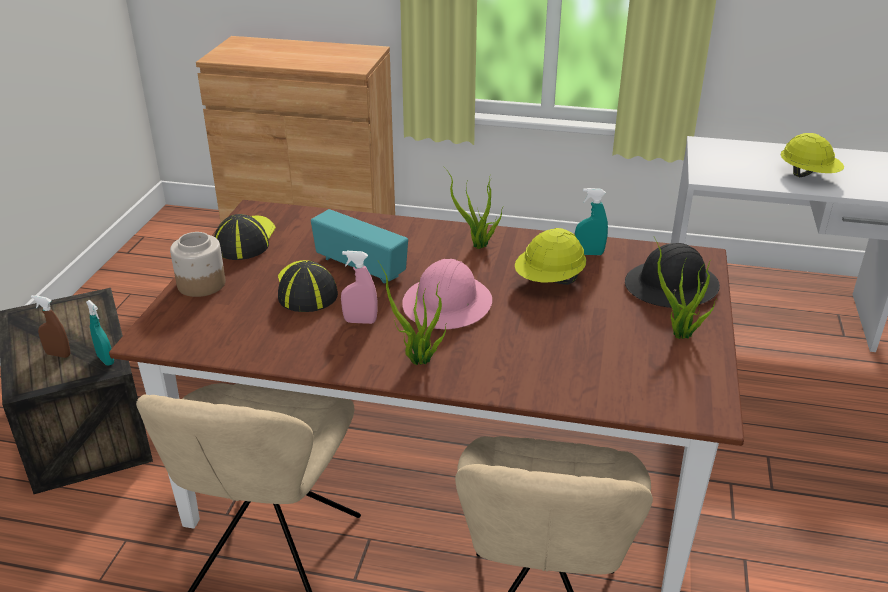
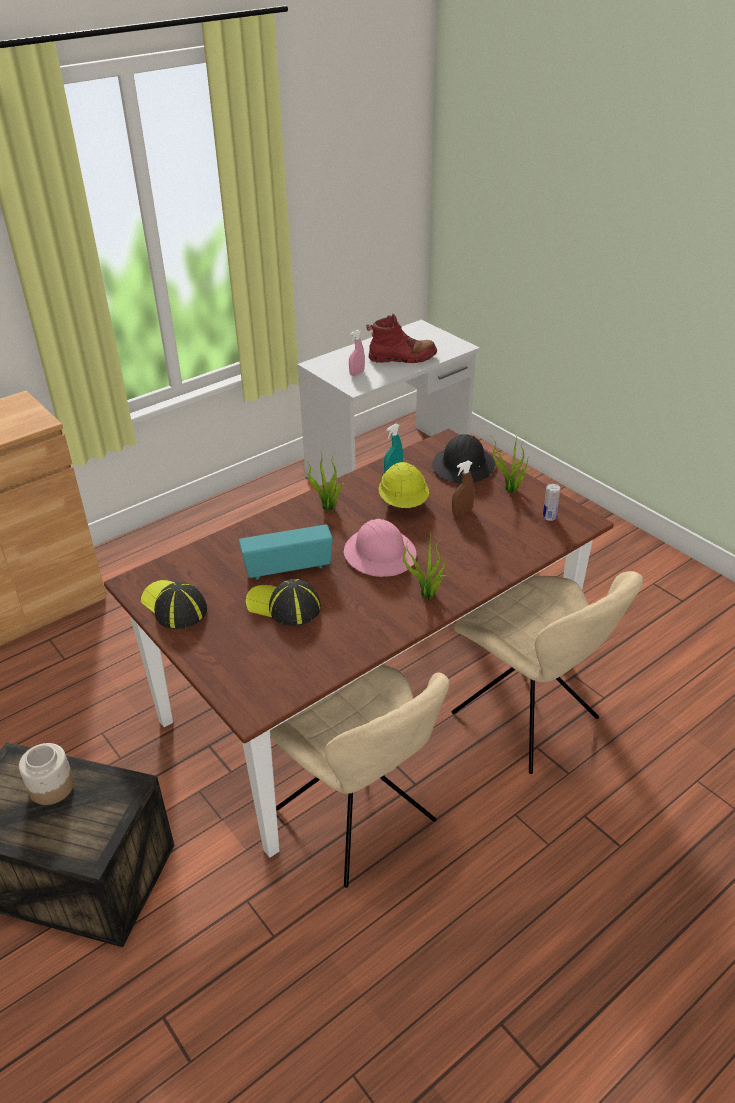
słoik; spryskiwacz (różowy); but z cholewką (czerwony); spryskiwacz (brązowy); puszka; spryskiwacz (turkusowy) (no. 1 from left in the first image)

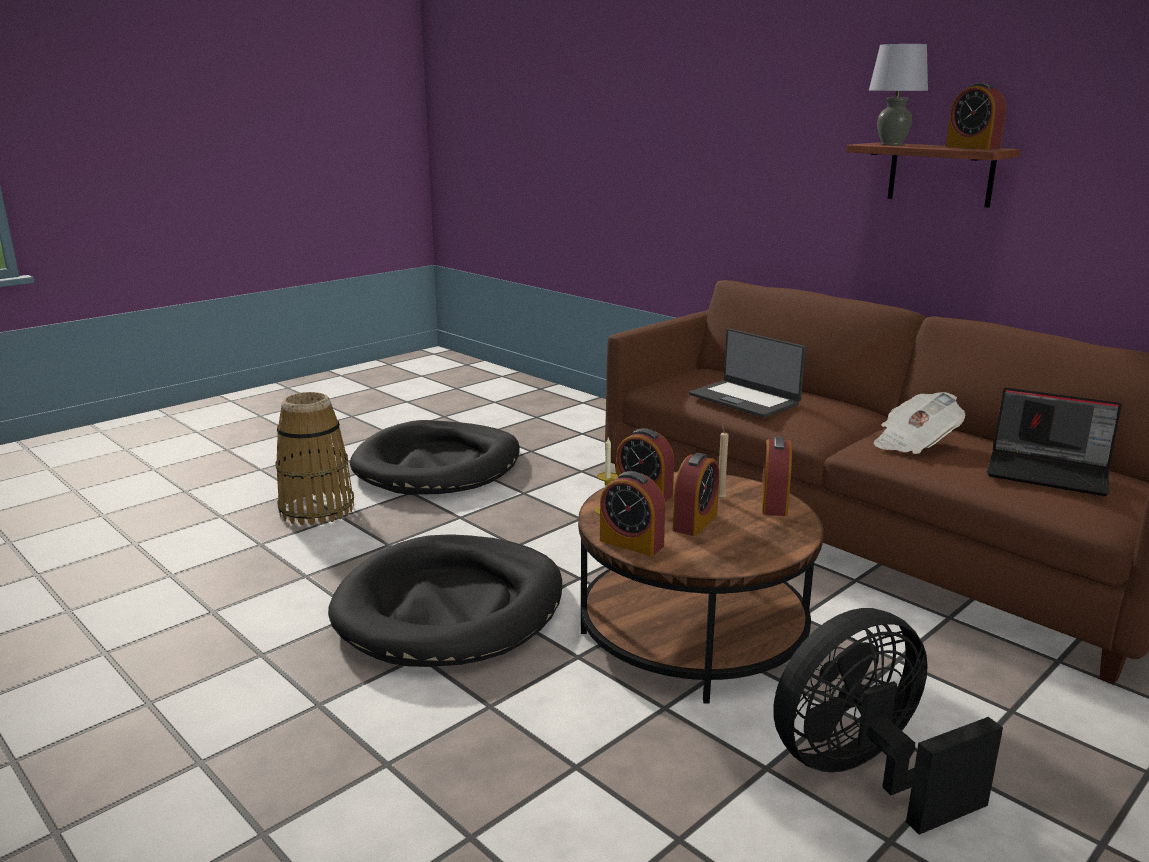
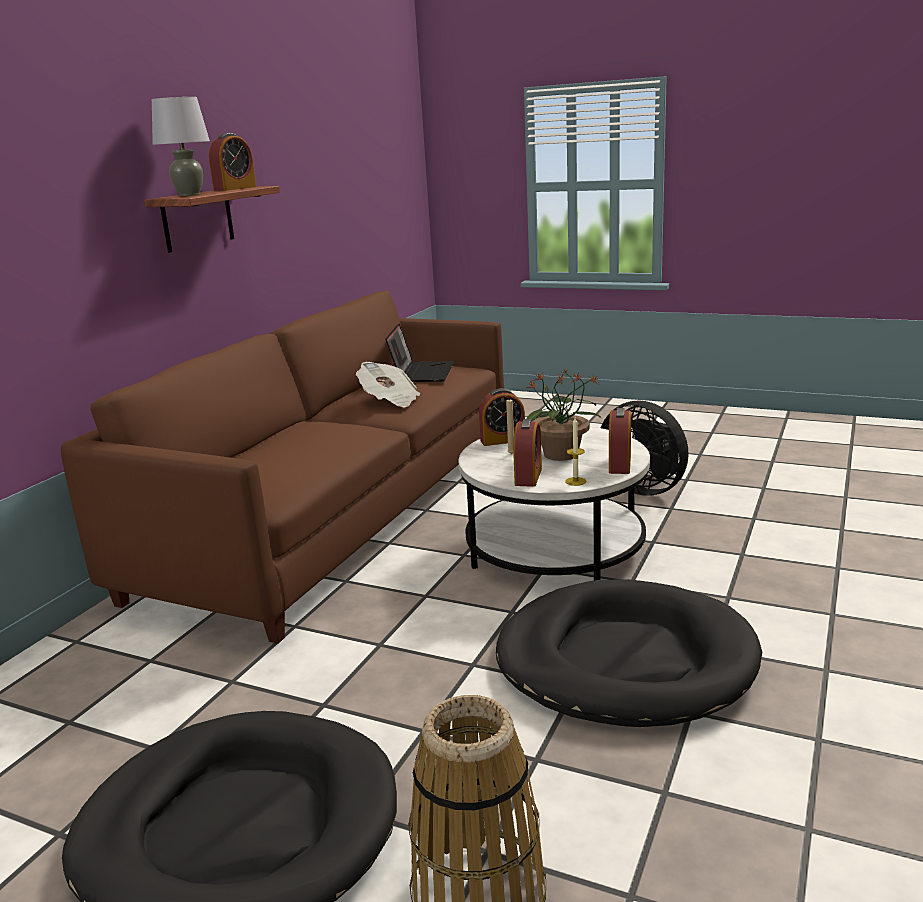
ława (biały); roślina doniczkowa; laptop (no. 1 from left in the first image)

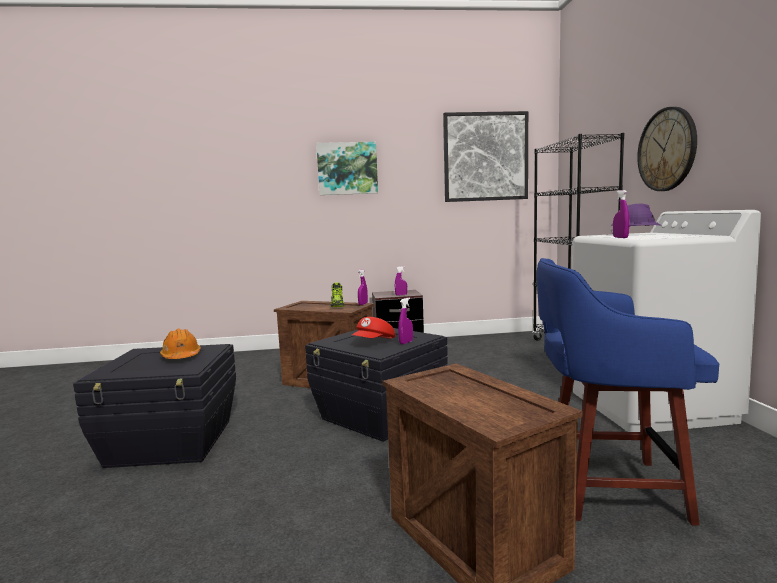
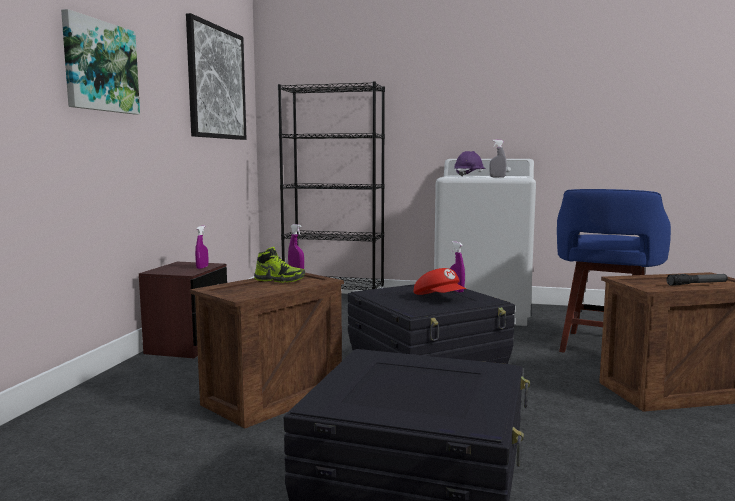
spryskiwacz (szary); latarka; kask (pomarańczowy); zegar ścienny

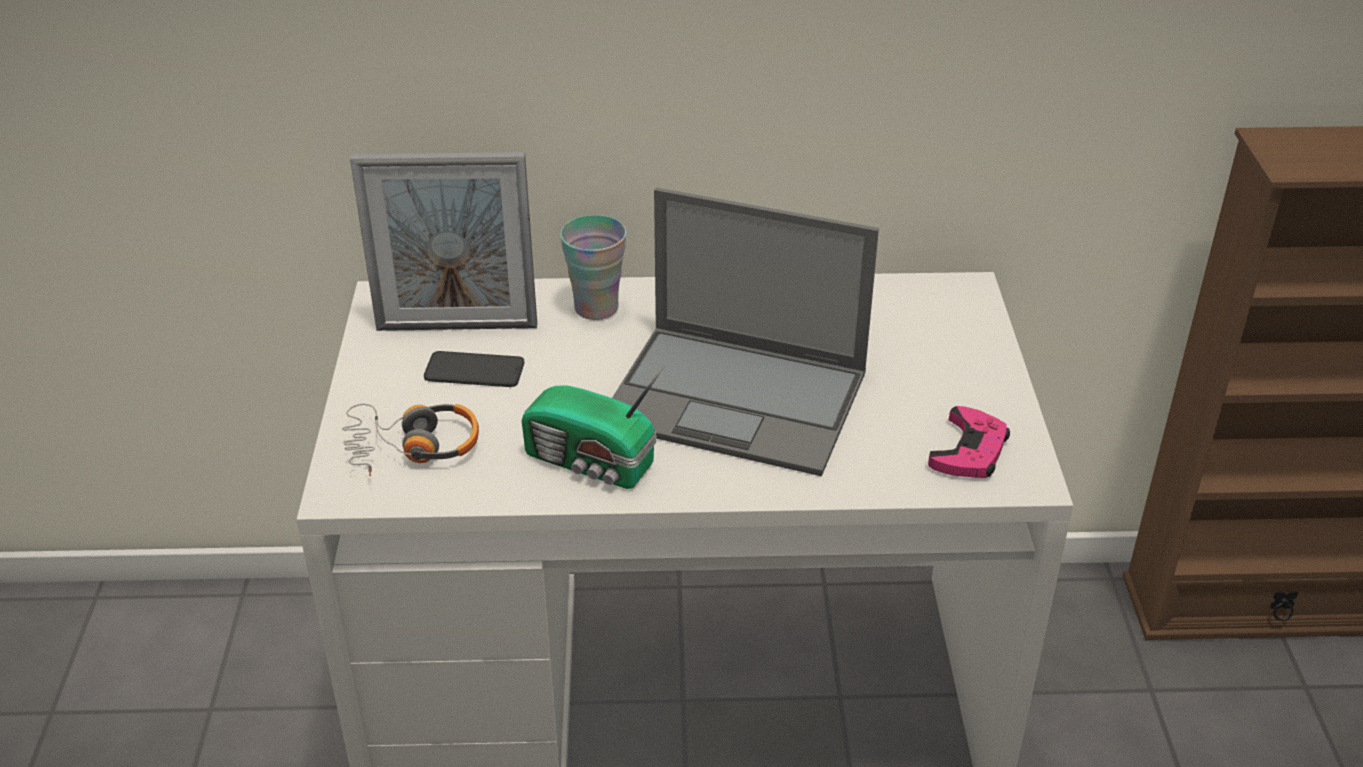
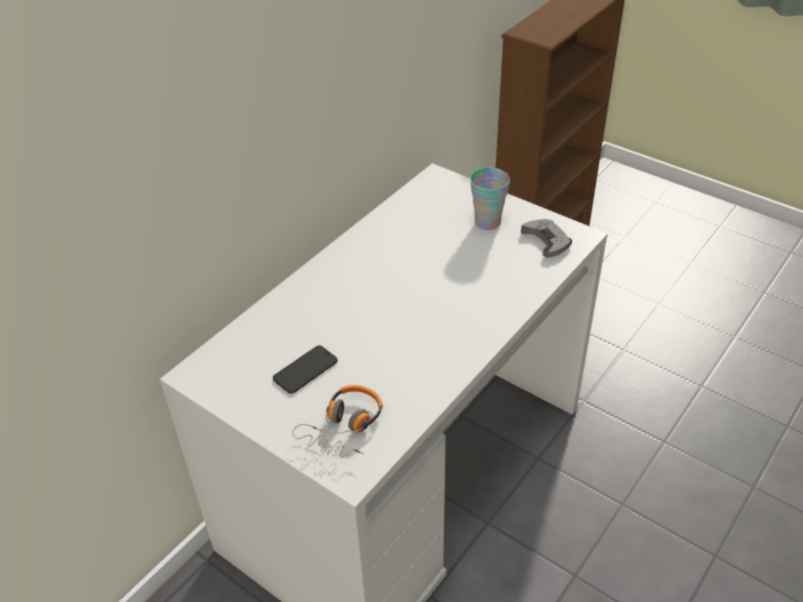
filiżanka; pad do gier (szary); ramka na zdjęcie; radio; laptop

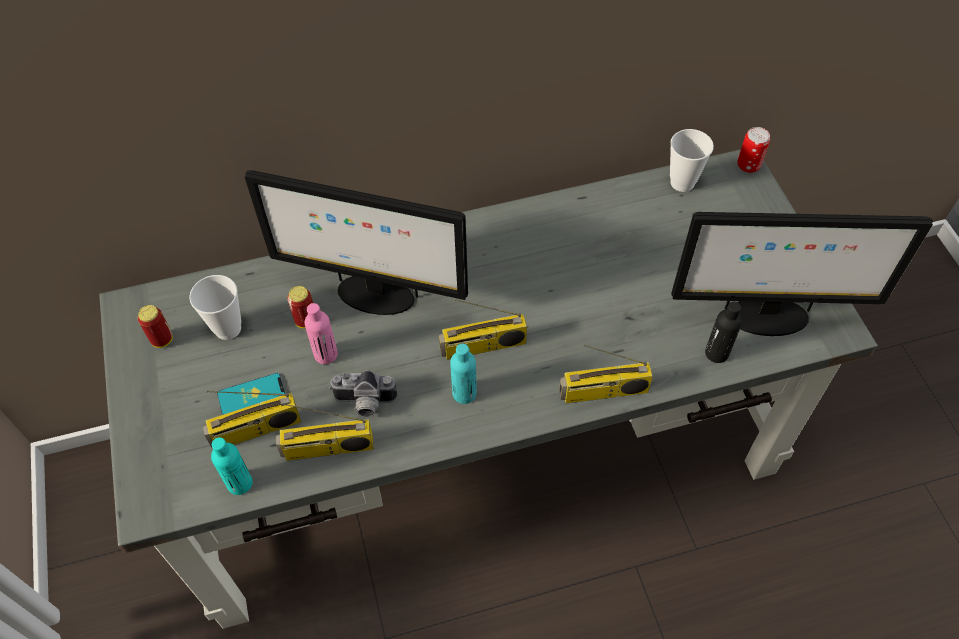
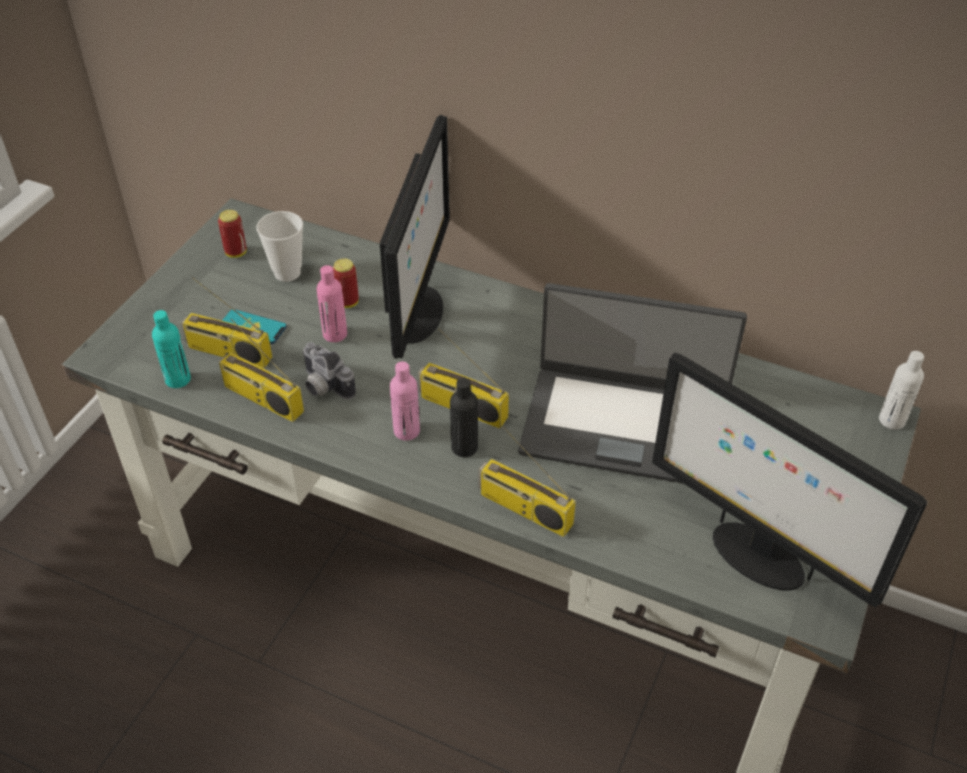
monitor (no. 1 from left); butelka (różowy) (no. 2 from left); butelka (czarny); laptop; butelka (biały); filiżanka (no. 2 from left in the first image)

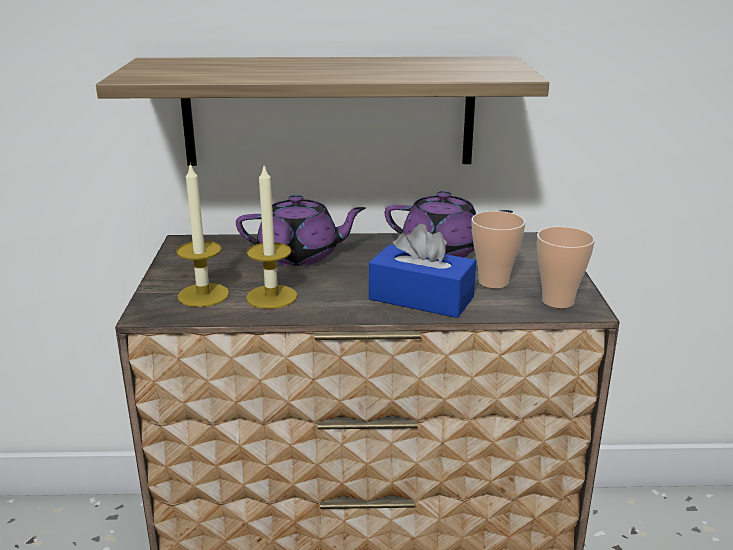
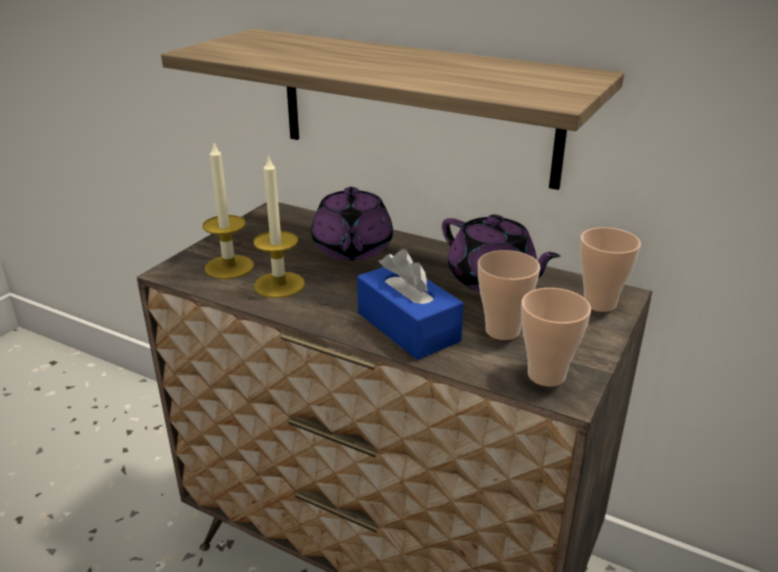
imbryk (fioletowy) (no. 1 from left); filiżanka (no. 3 from left)

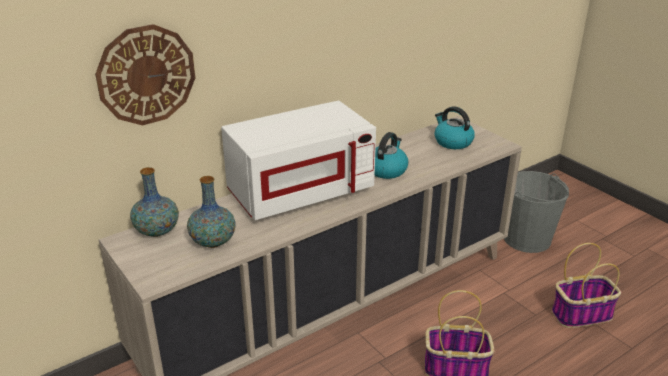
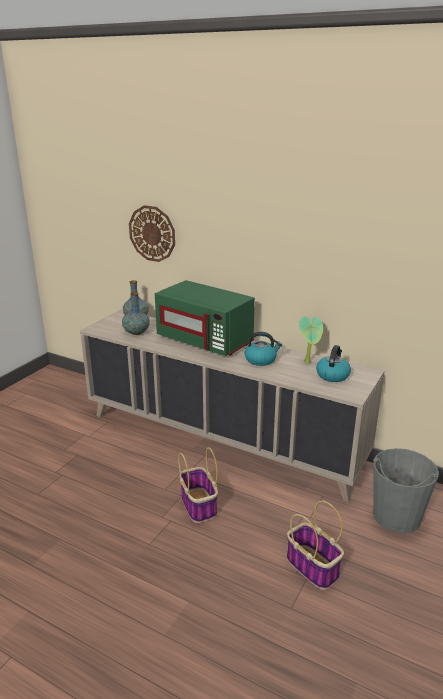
mikrofalówka (zielony); roślina doniczkowa

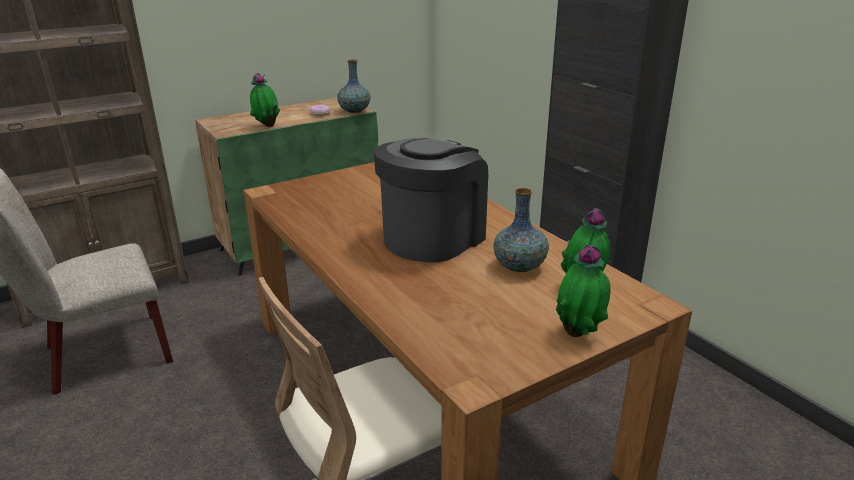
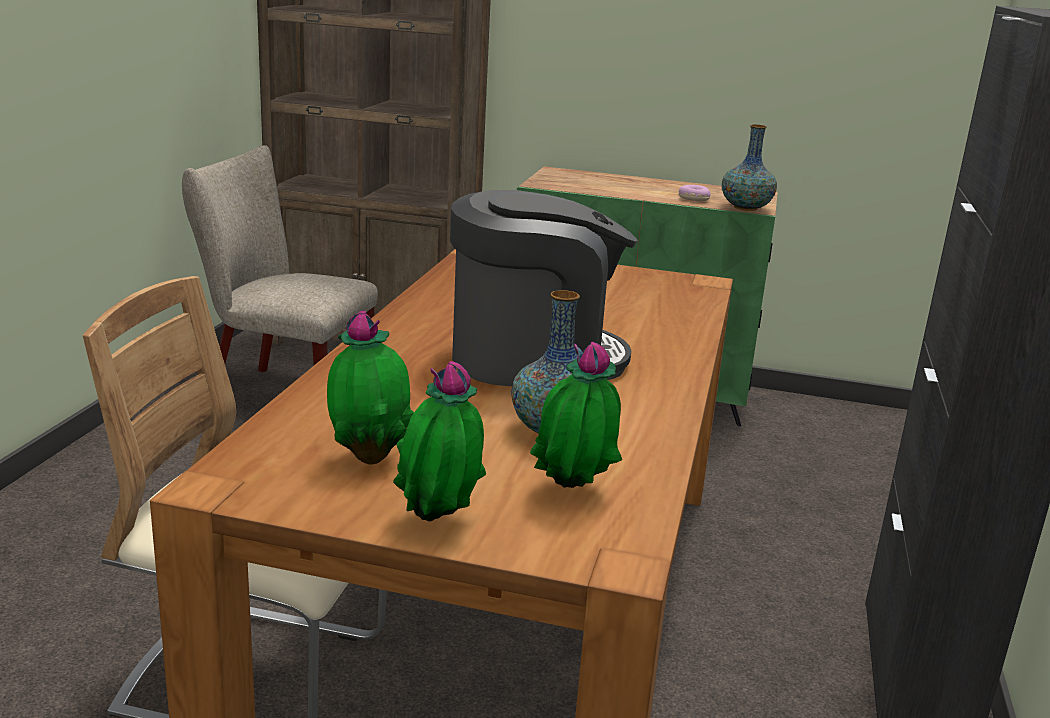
roślina doniczkowa (no. 1 from left)

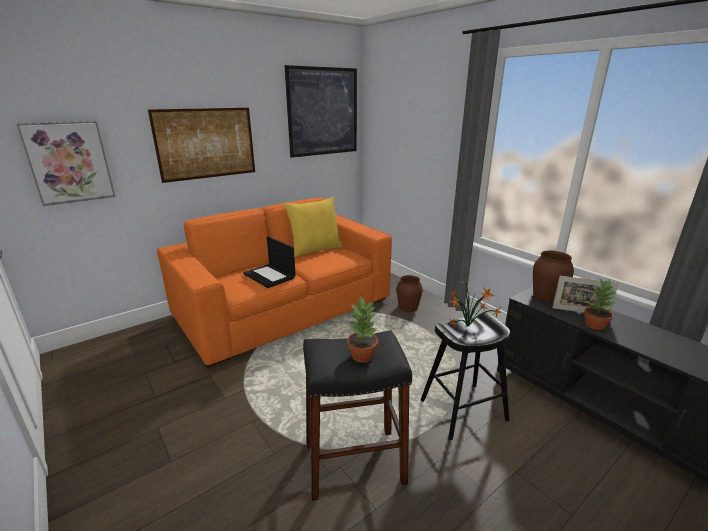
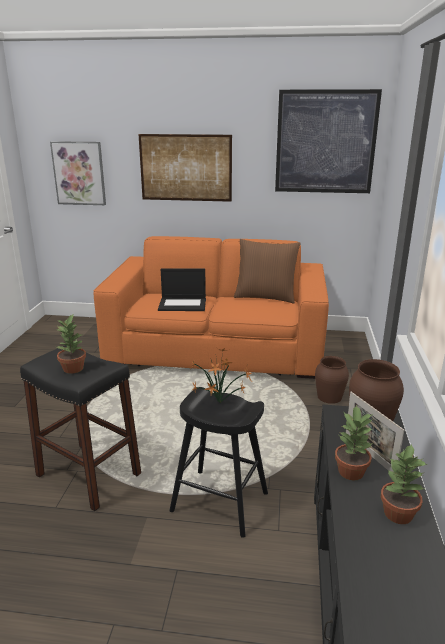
laptop; poduszka (brązowy); roślina doniczkowa (no. 4 from left)

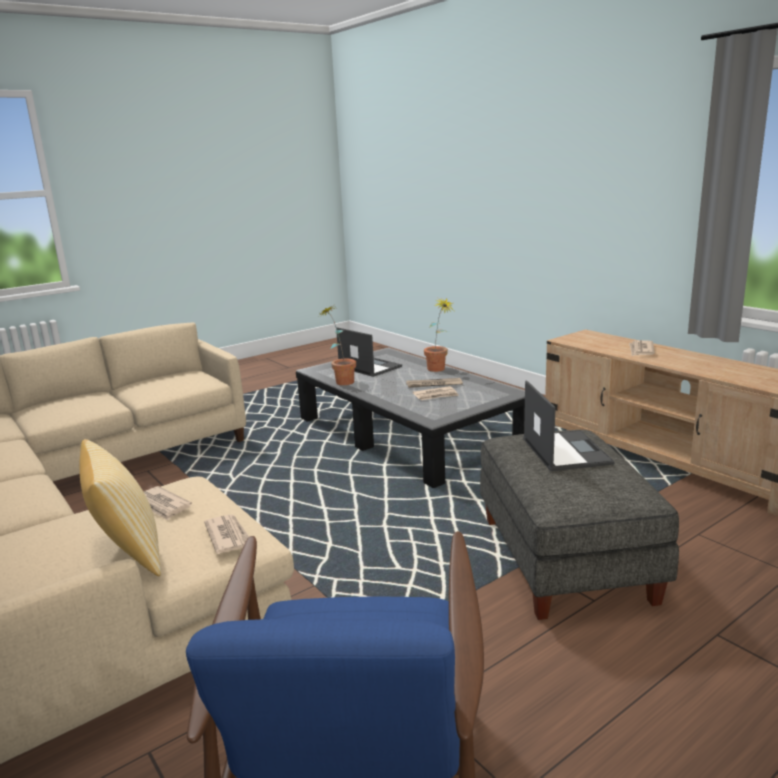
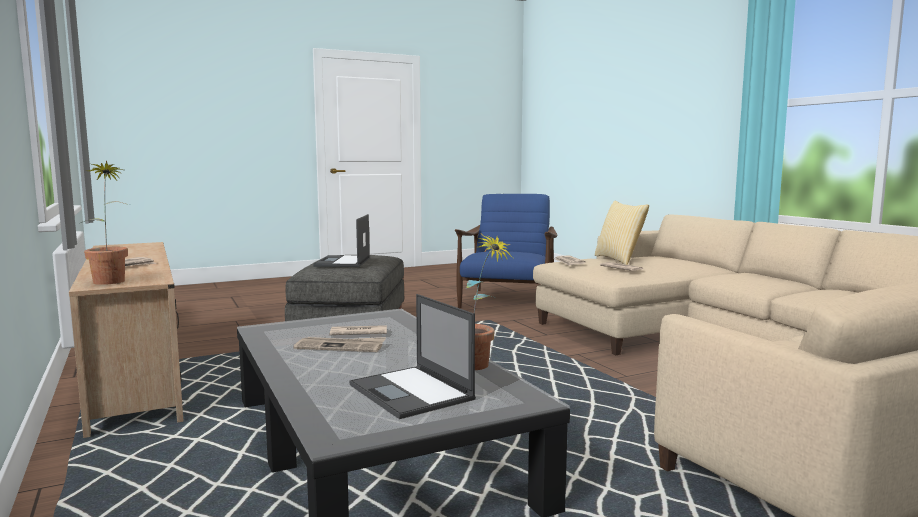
roślina doniczkowa (no. 1 from left)

